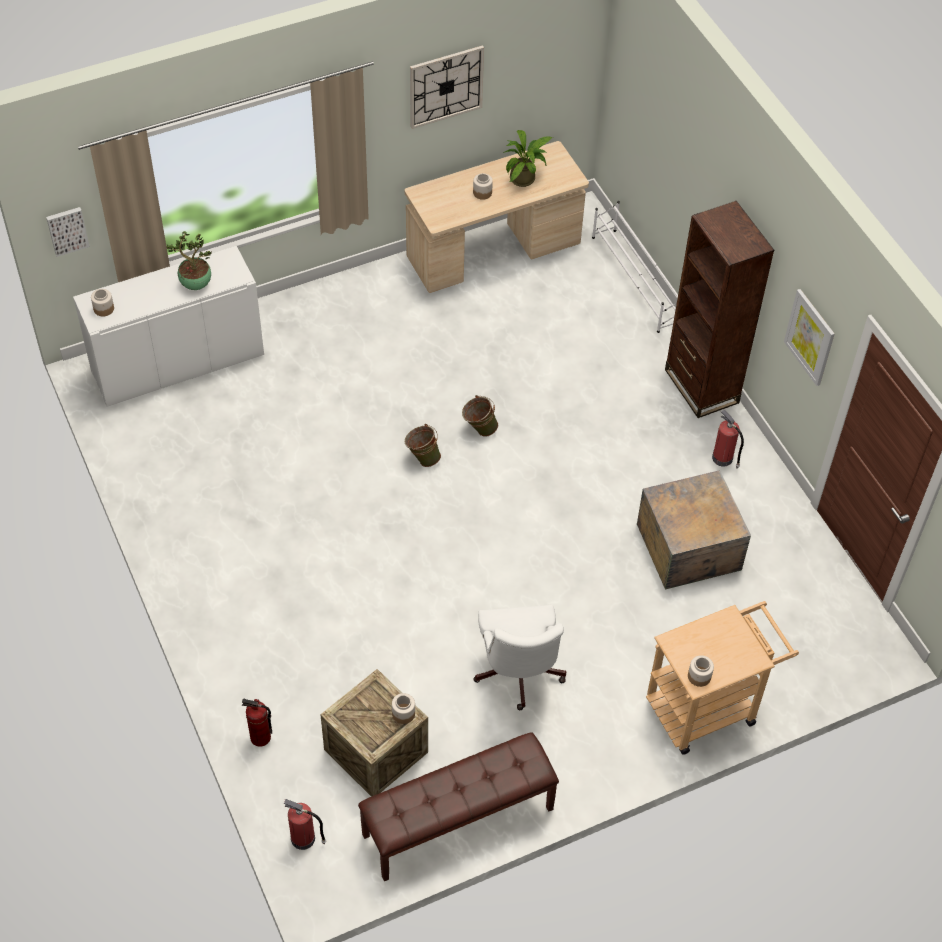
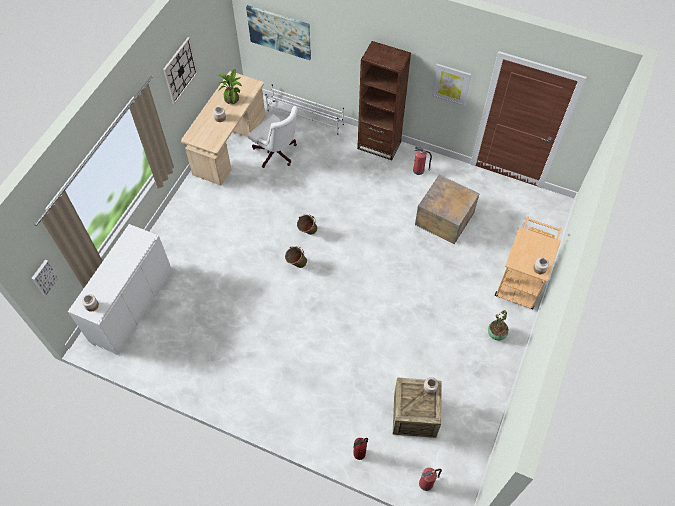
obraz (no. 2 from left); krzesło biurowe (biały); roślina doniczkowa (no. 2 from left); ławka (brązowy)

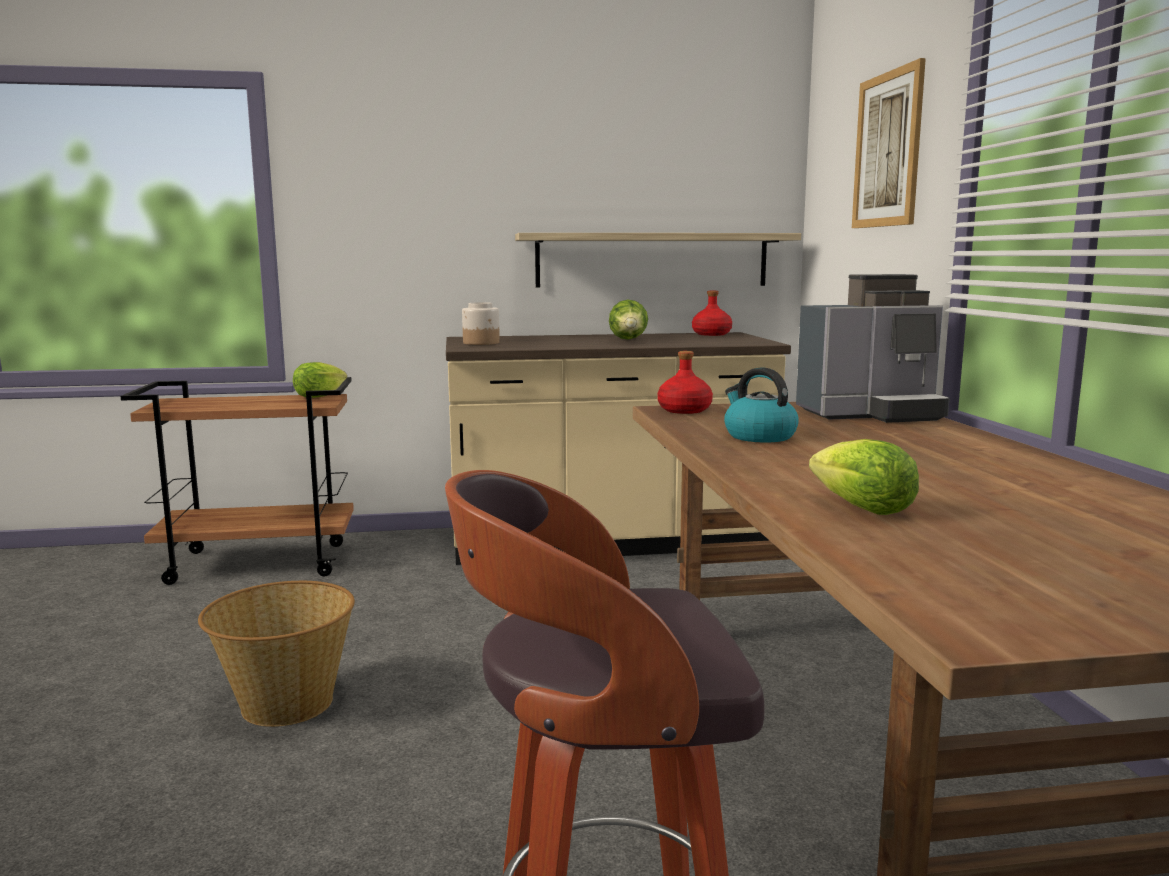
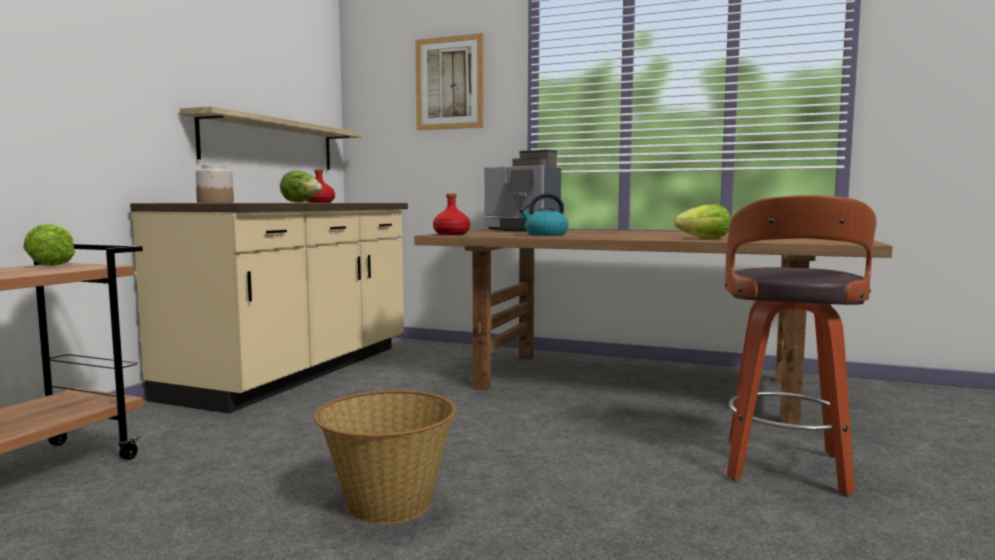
ekspres do kawy

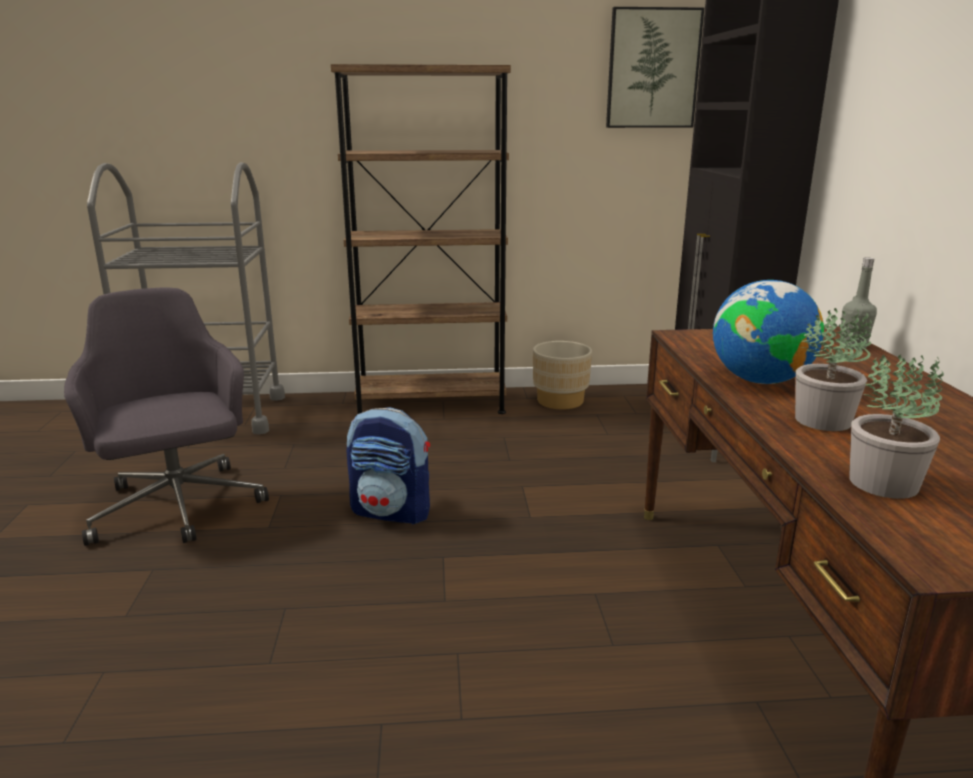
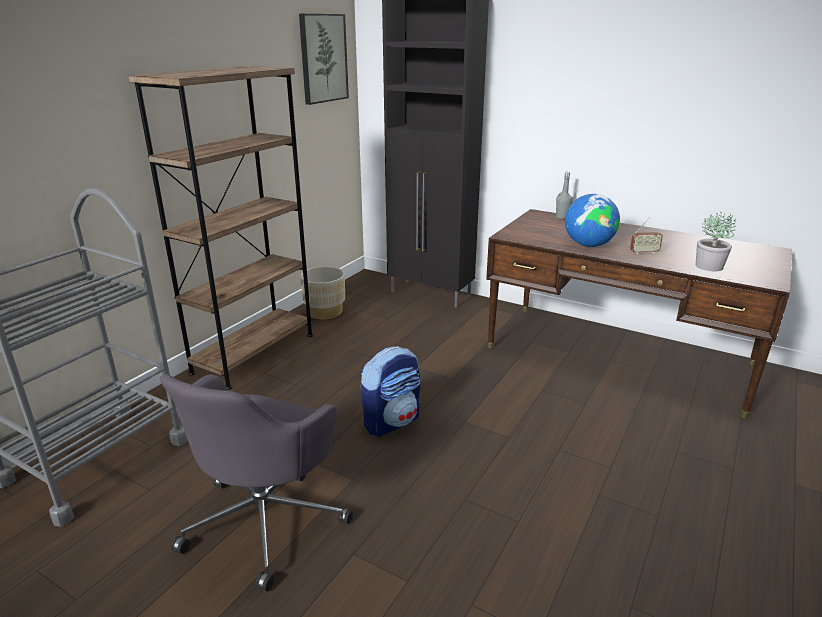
krzesło biurowe (szary); radio

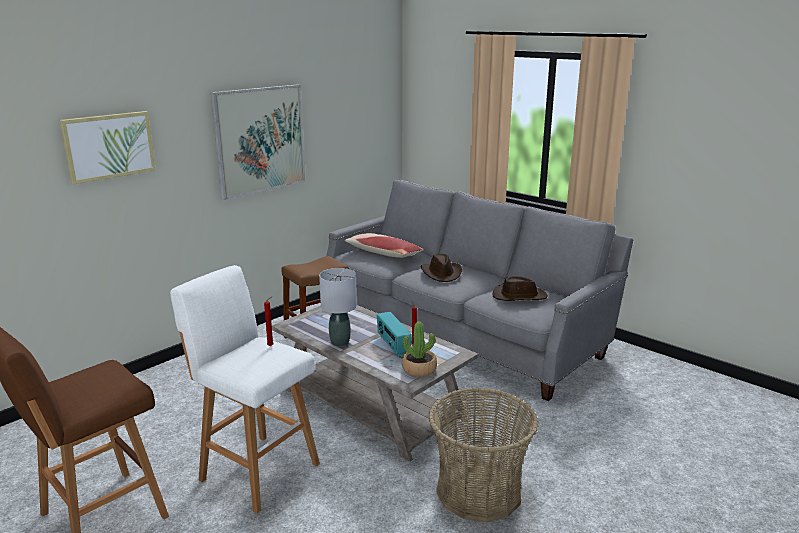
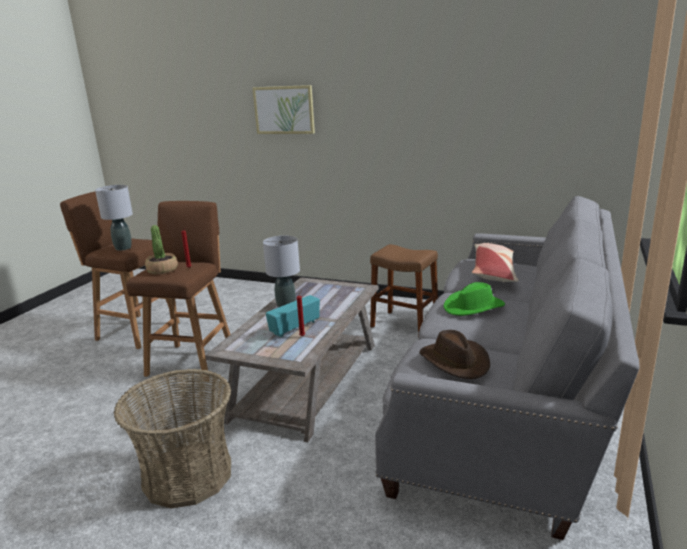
lampa stołowa (szary) (no. 1 from left); stołek (brązowy) (no. 2 from left); roślina doniczkowa; kapelusz (zielony); obraz (no. 2 from left in the first image)

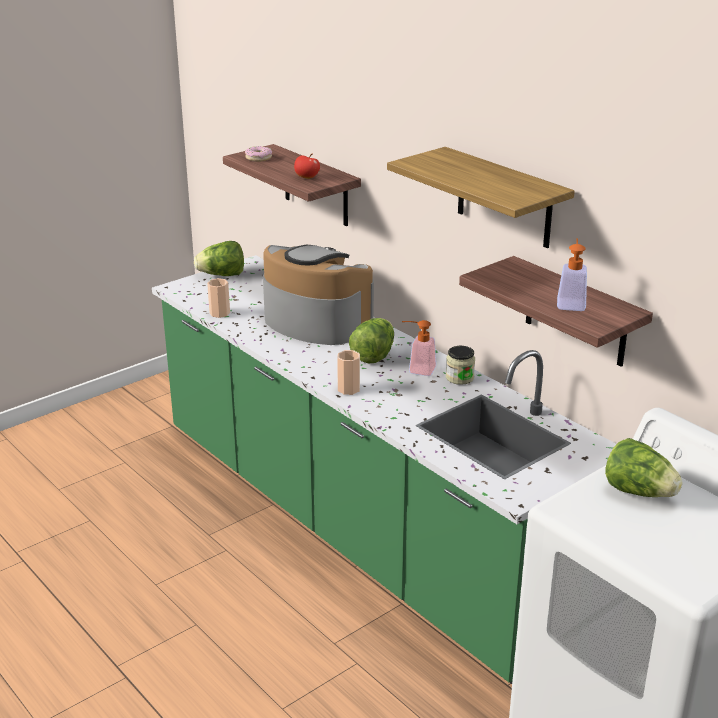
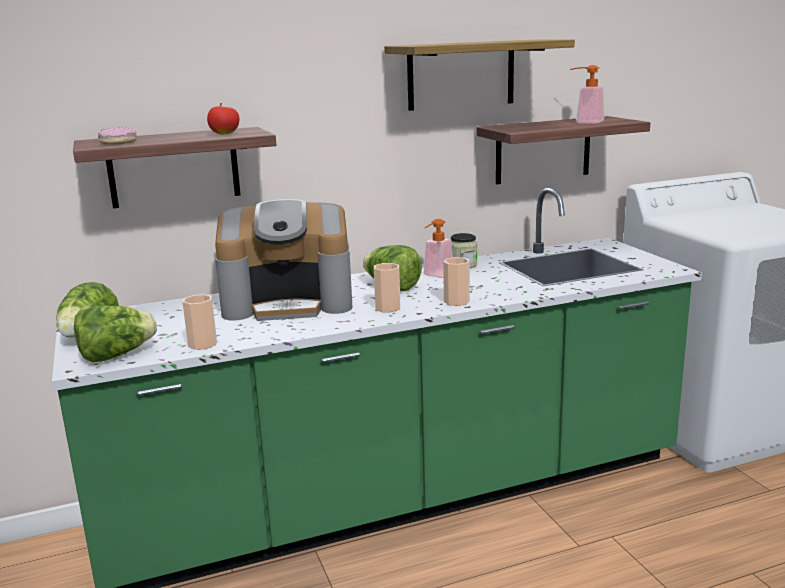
sałata (no. 2 from left); ekspres do kawy; filiżanka (no. 2 from left)

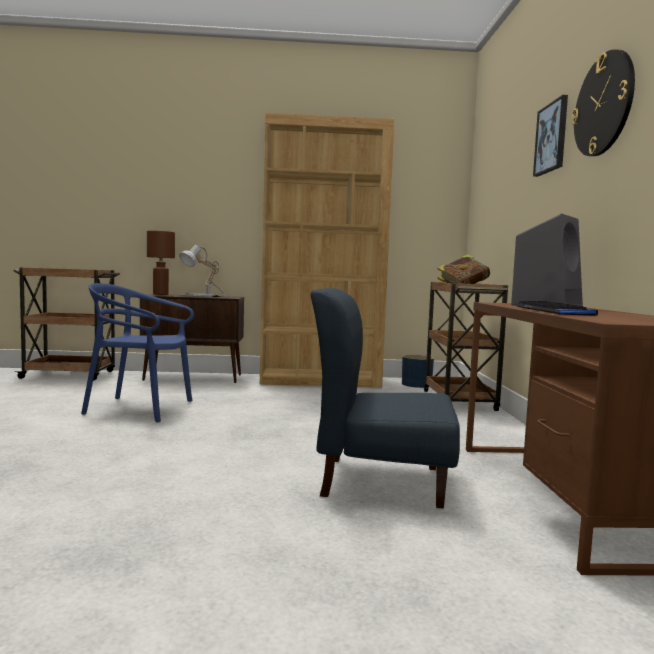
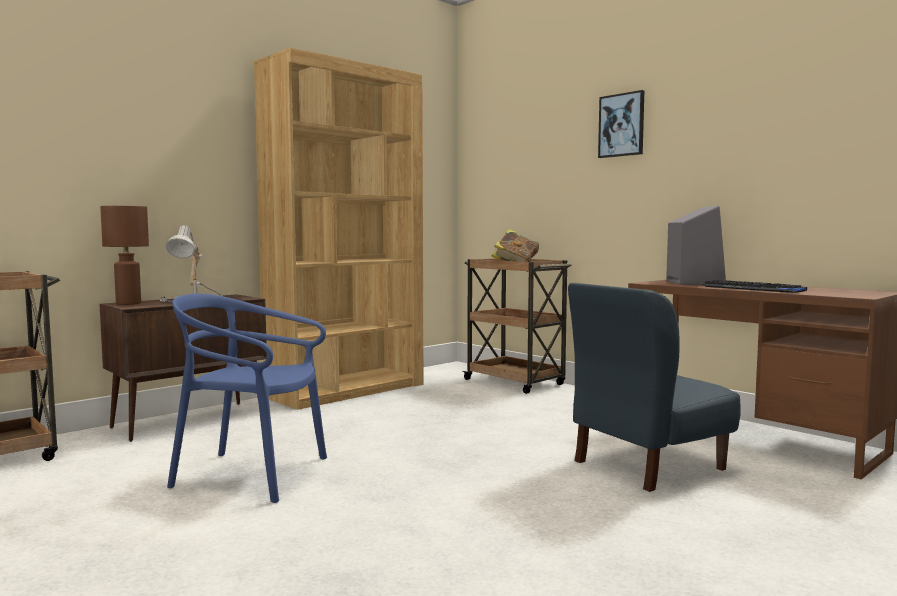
krzesło (niebieski) (no. 1 from left); donica (niebieski); zegar ścienny

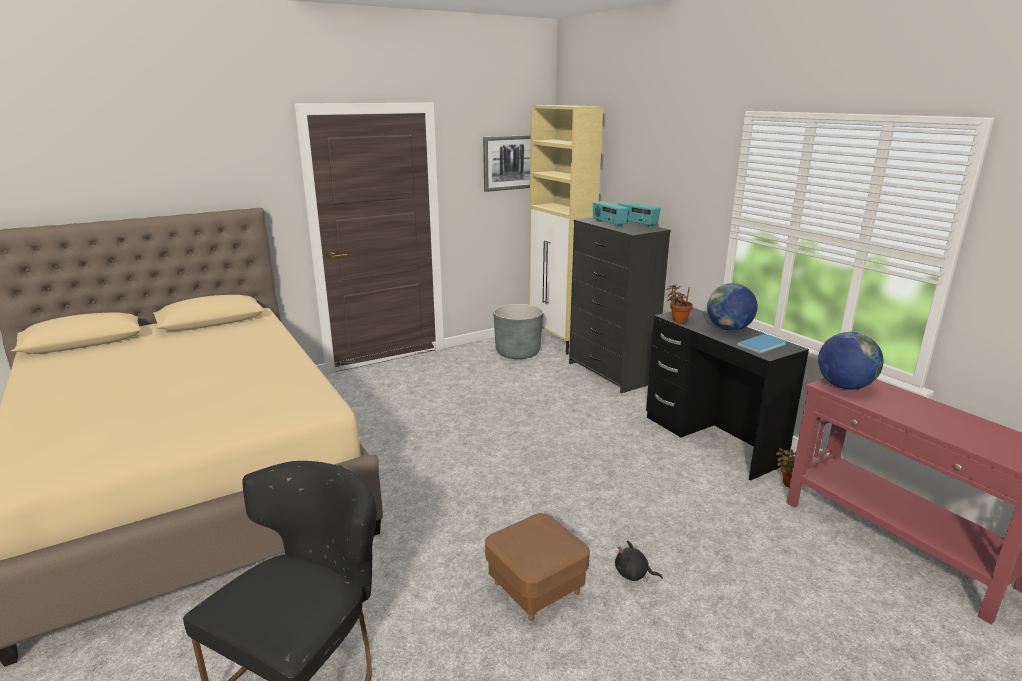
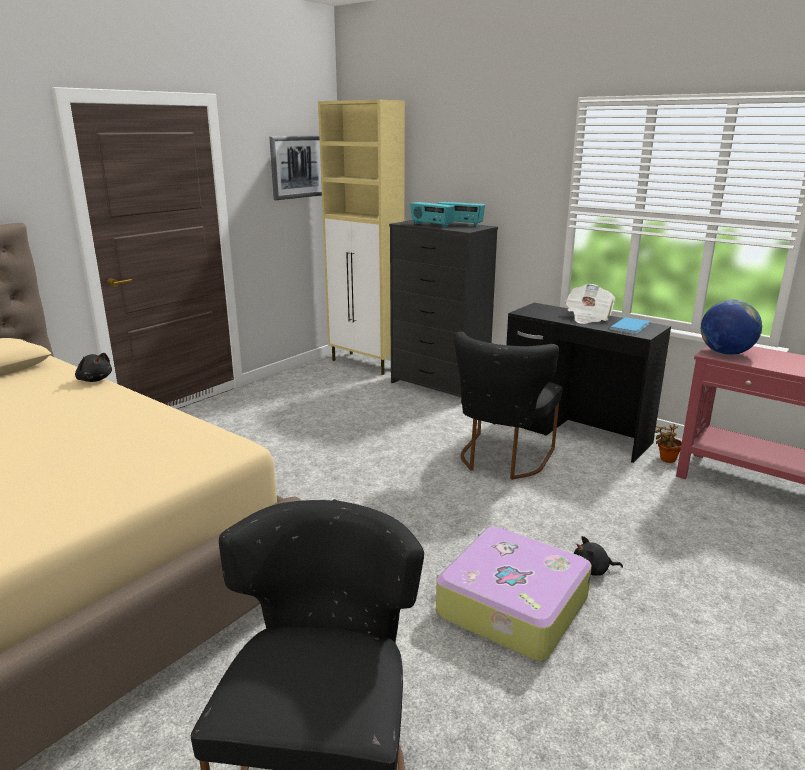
pluszak (czarny) (no. 1 from left); walizka; krzesło (czarny) (no. 2 from left); gazeta; donica (szary); roślina doniczkowa (no. 1 from left in the first image)

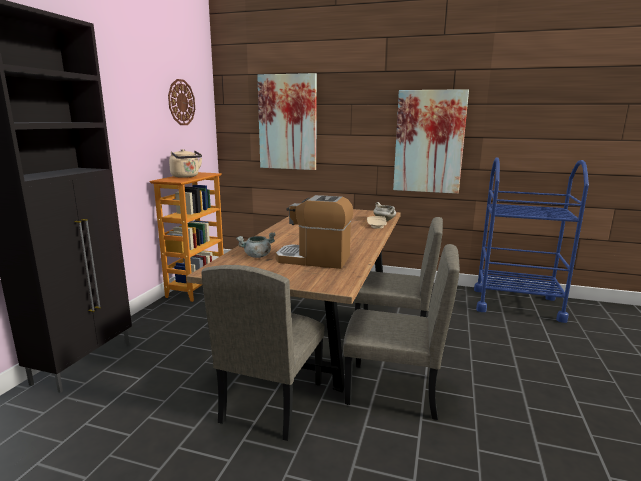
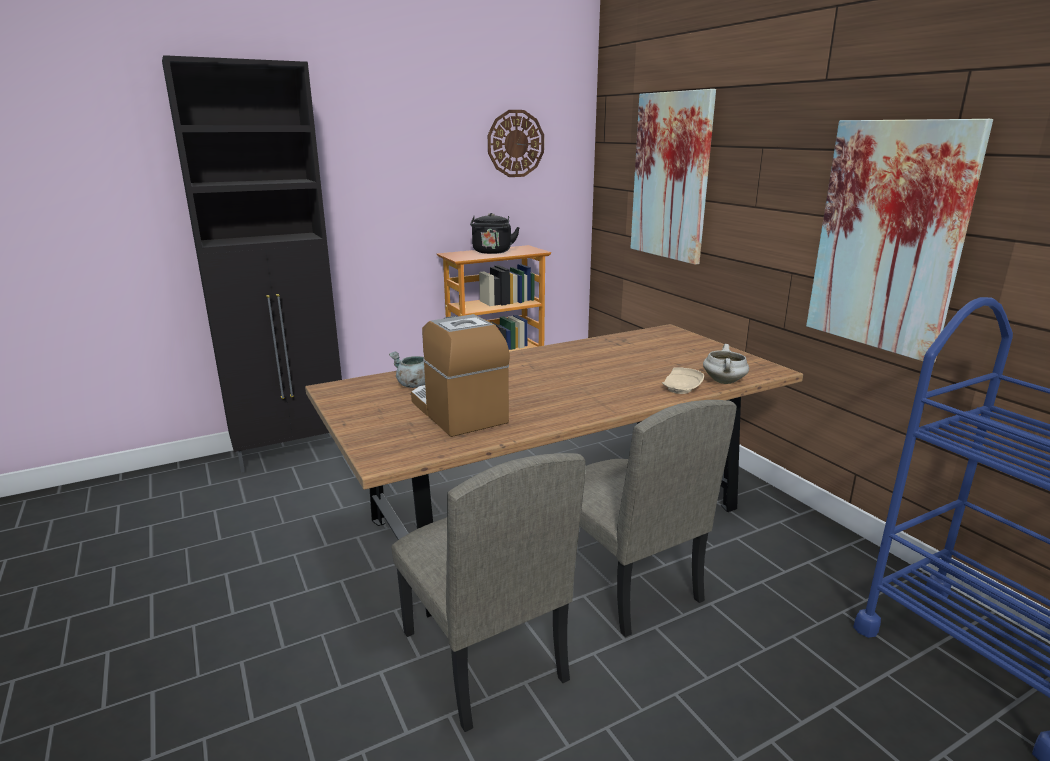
czajnik (czarny); krzesło (beżowy) (no. 1 from left in the first image)

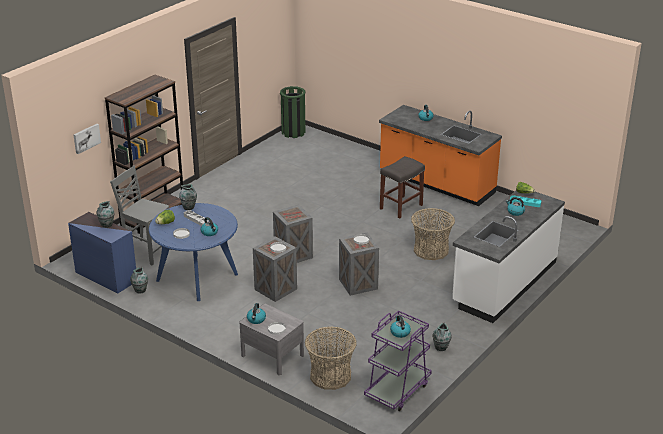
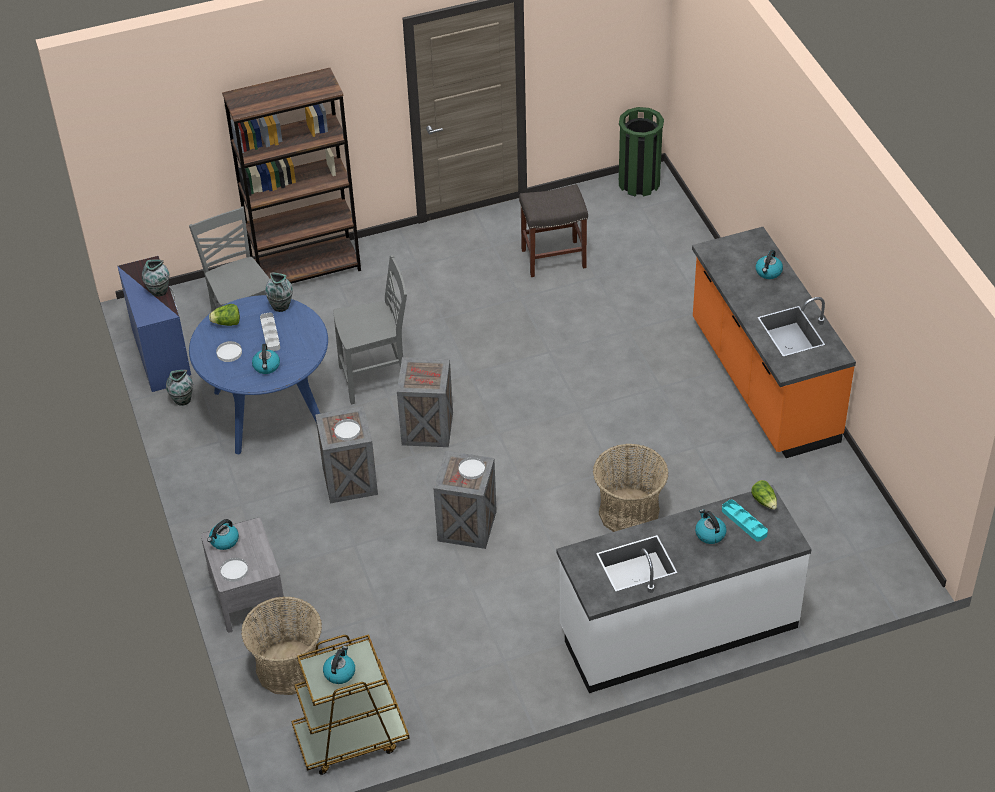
wózek (brązowy); krzesło (szary) (no. 2 from left); stołek (szary); obraz; wazon (no. 4 from left in the first image)

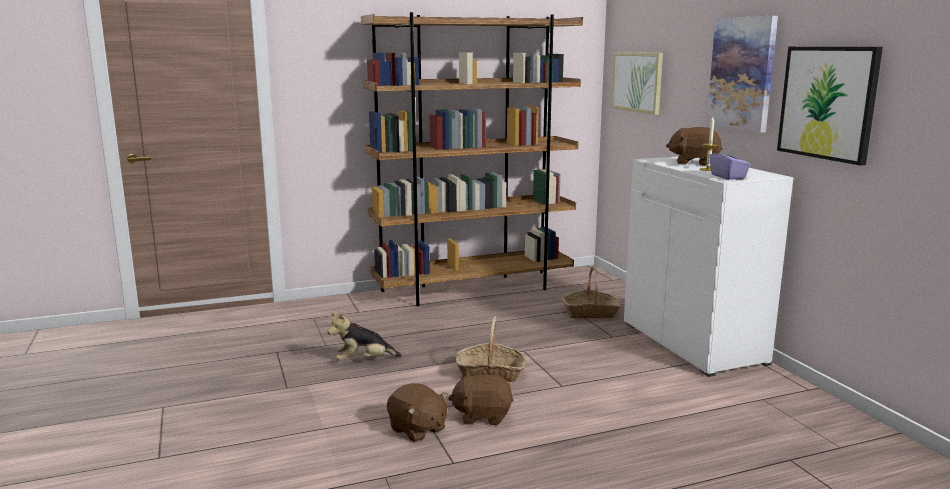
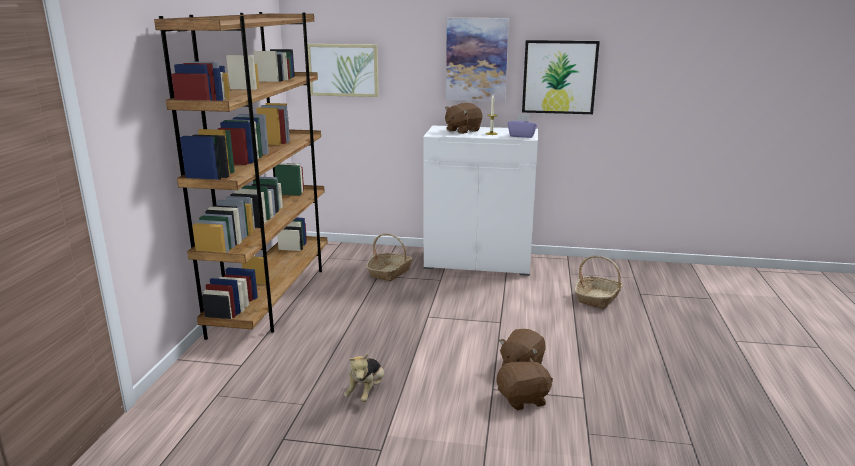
koszyk (no. 2 from left)

